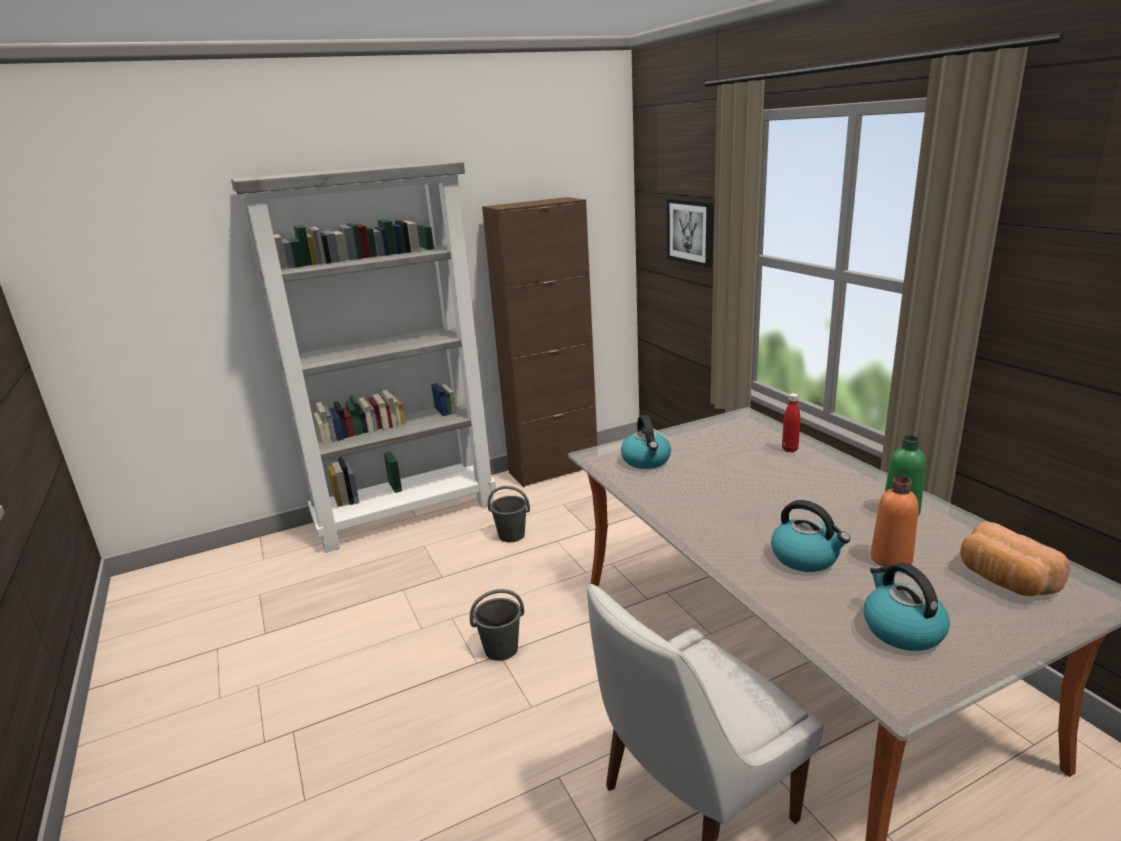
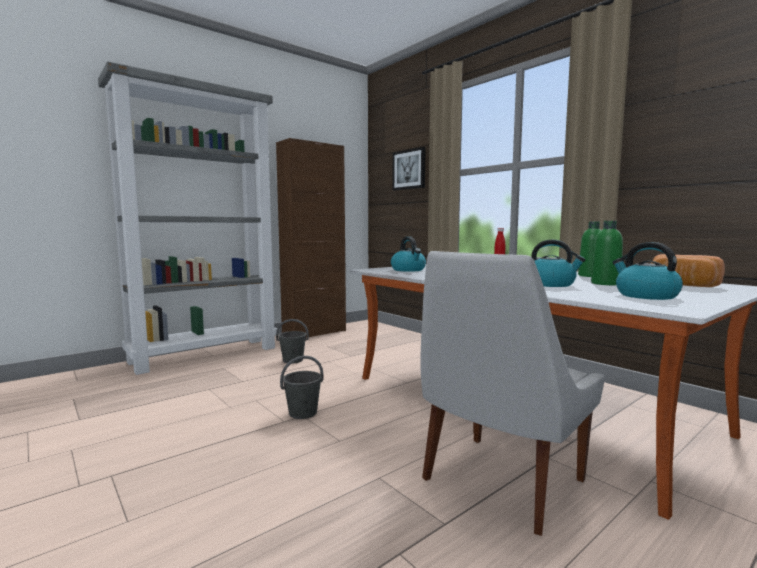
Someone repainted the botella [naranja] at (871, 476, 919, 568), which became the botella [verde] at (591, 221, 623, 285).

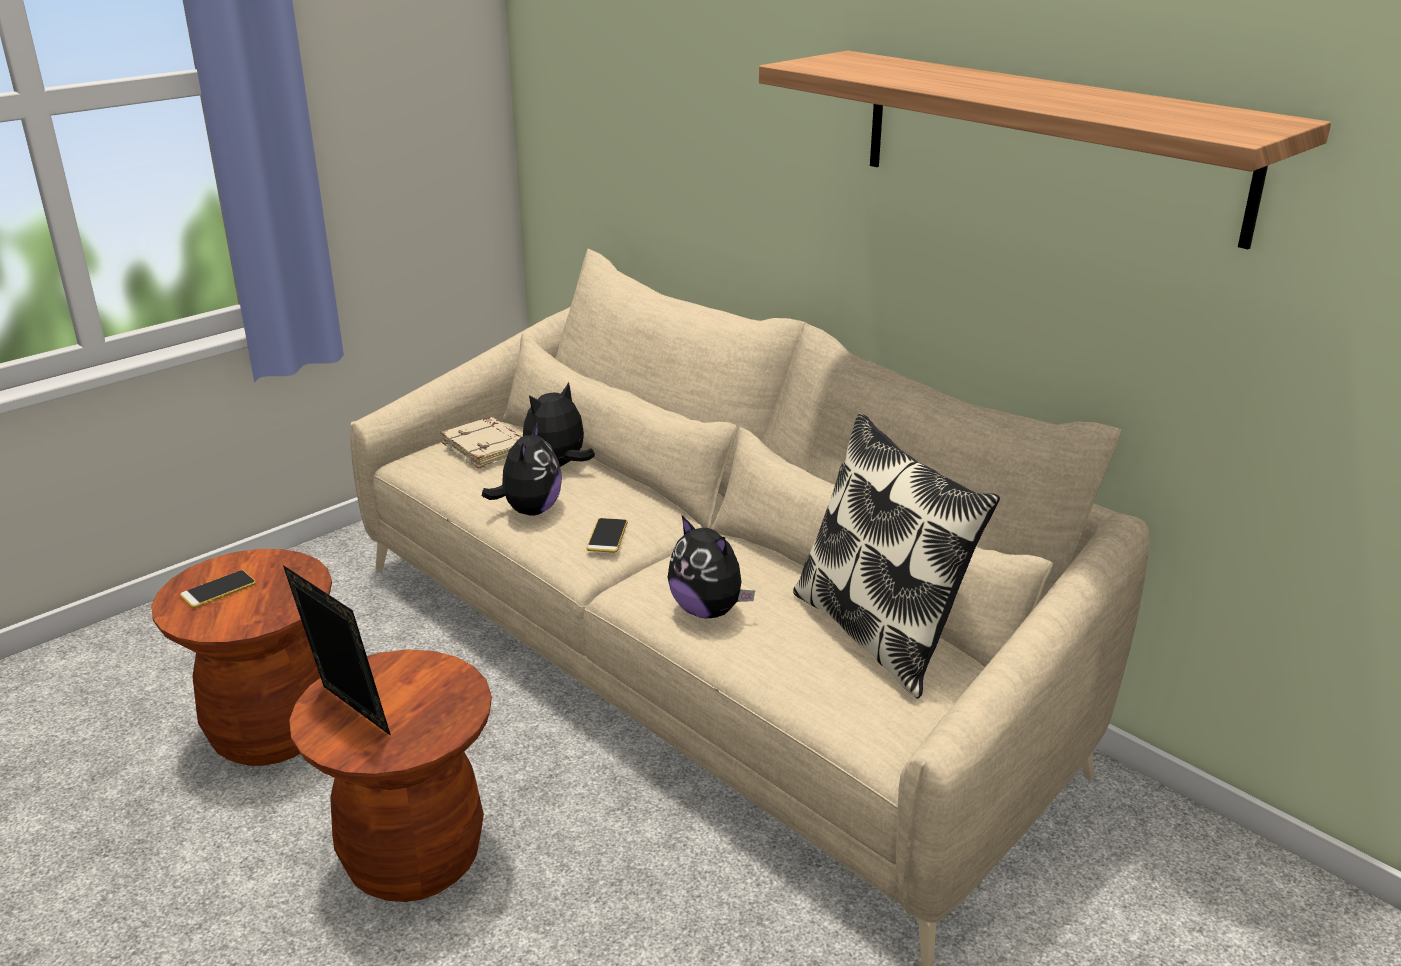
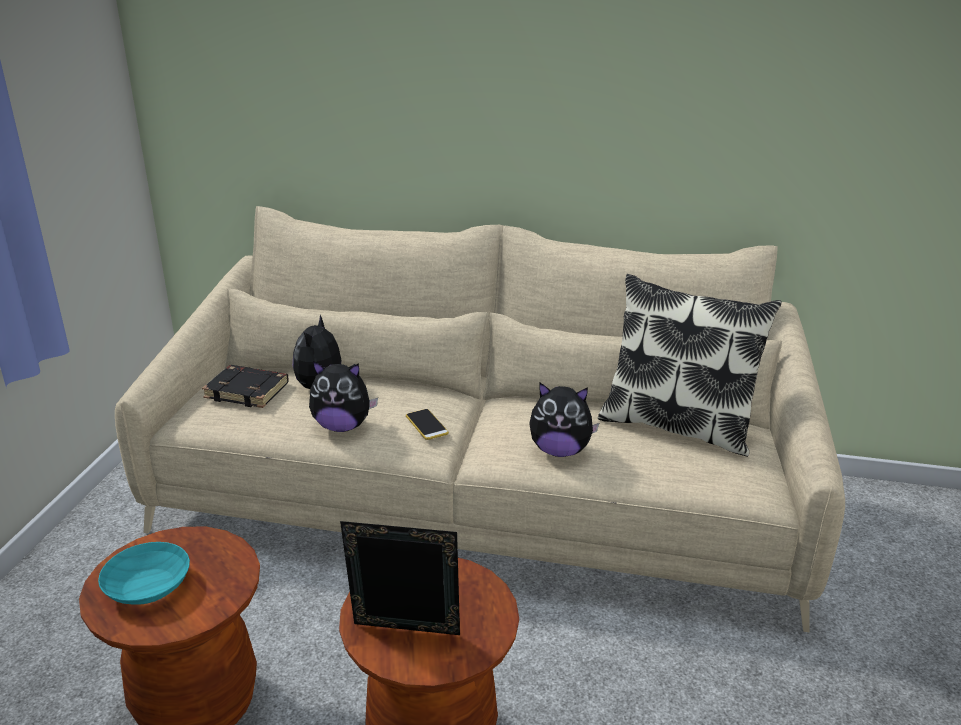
Someone took away the estante at (759, 50, 1331, 249). Someone swapped the móvil at (180, 570, 256, 608) for the cuenco [turquesa] at (98, 542, 190, 605). Someone repainted the libro [beis] at (441, 417, 522, 469), which became the libro [negro] at (202, 365, 289, 408). Someone rotated the peluche at (482, 421, 562, 516) by 120 degrees clockwise.

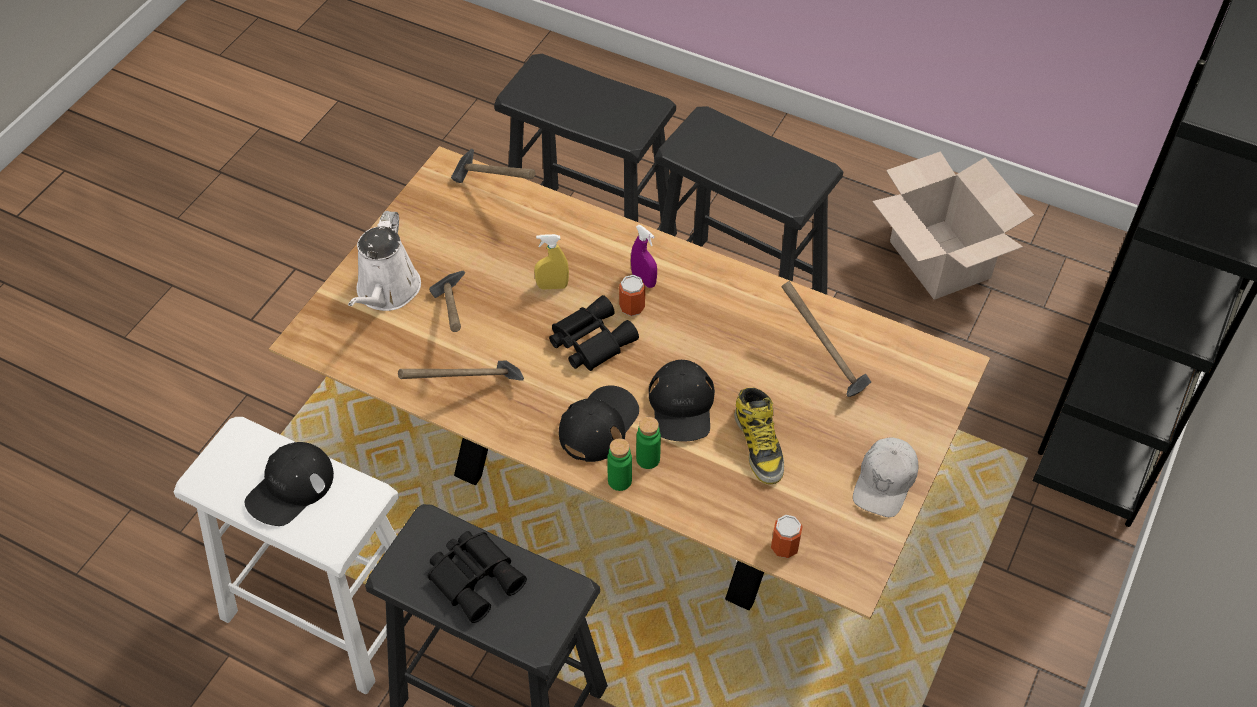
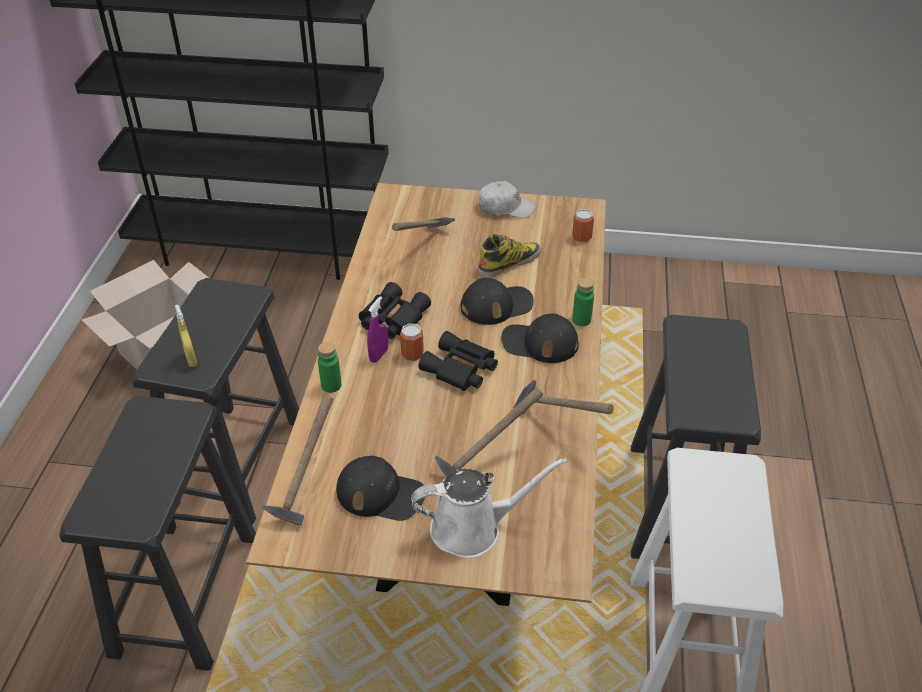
Someone carried the gorra [negro] from (245, 442, 334, 526) to (336, 456, 425, 521). Someone carried the prismáticos [negro] from (428, 531, 527, 623) to (359, 282, 431, 339). Someone carried the pulverizador [amarillo] from (534, 234, 569, 289) to (175, 304, 197, 367). Someone carried the botella [verde] from (636, 417, 661, 469) to (318, 342, 341, 393).

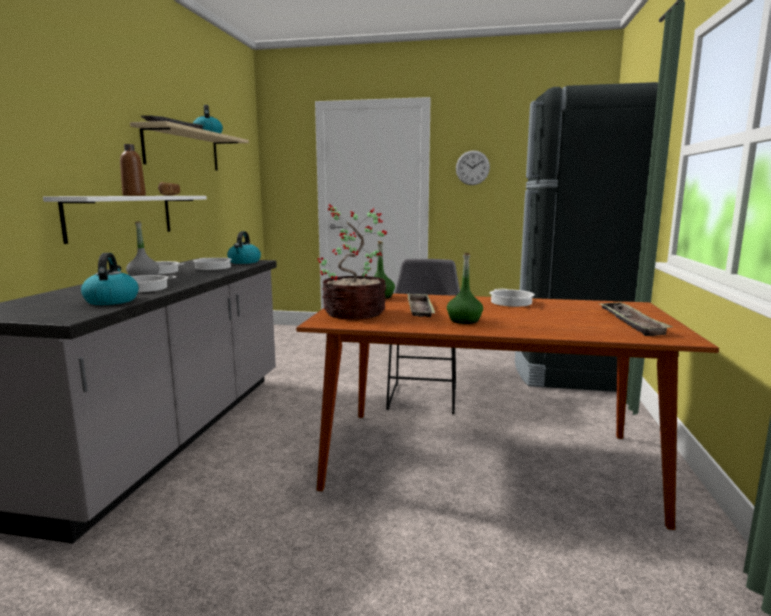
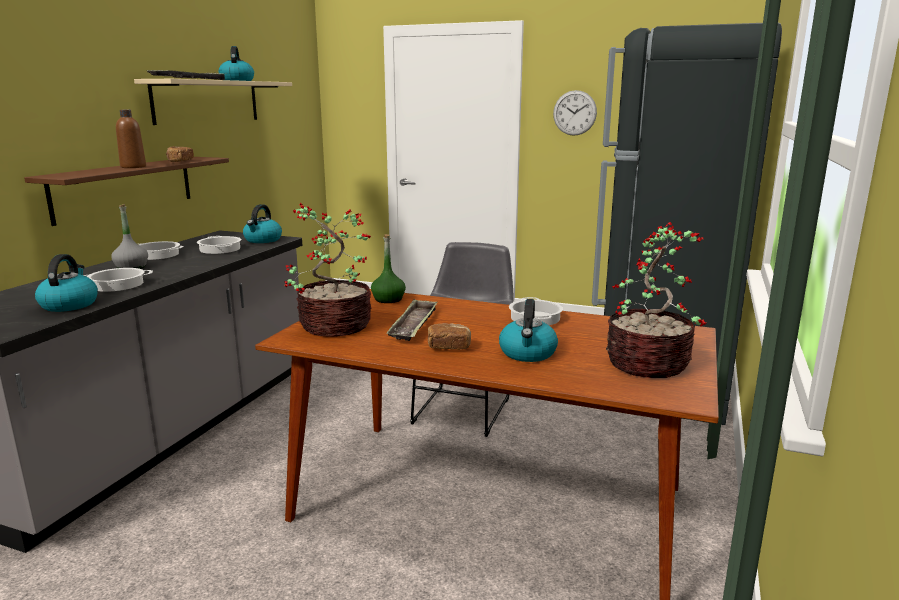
Someone put down the hervidor at (499, 299, 558, 362). Someone swapped the botella [verde] at (447, 252, 483, 324) for the pan at (428, 323, 471, 350). Someone swapped the bandeja at (598, 302, 672, 336) for the planta en maceta at (606, 222, 706, 378). Someone repainted the estante [blanco] at (43, 196, 207, 244), which became the estante [marrón] at (24, 157, 229, 226).

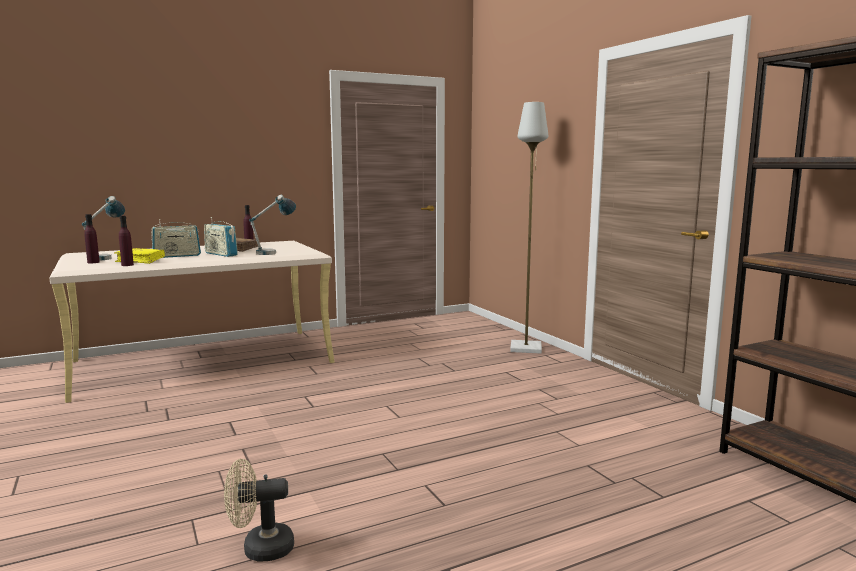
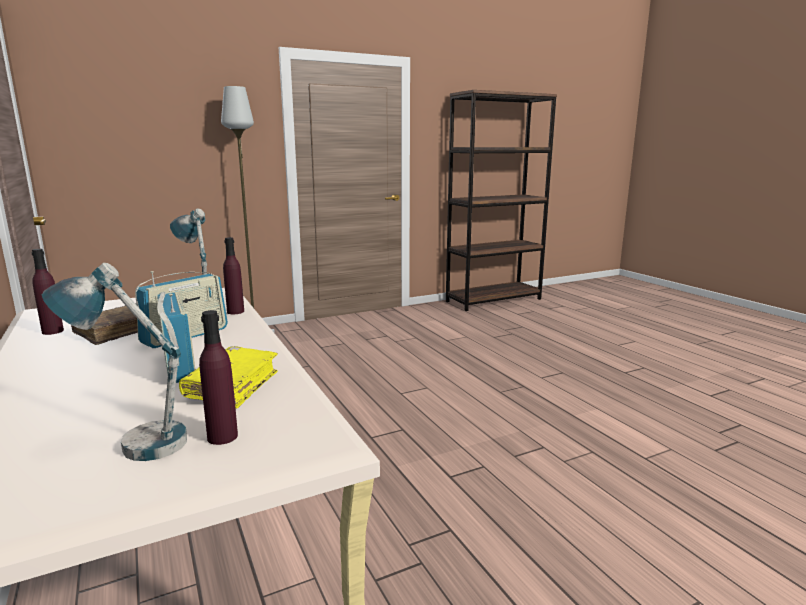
Someone took away the ventilador [beis] at (224, 459, 294, 562). Someone carried the botella [morado] from (119, 216, 134, 266) to (223, 237, 244, 314).

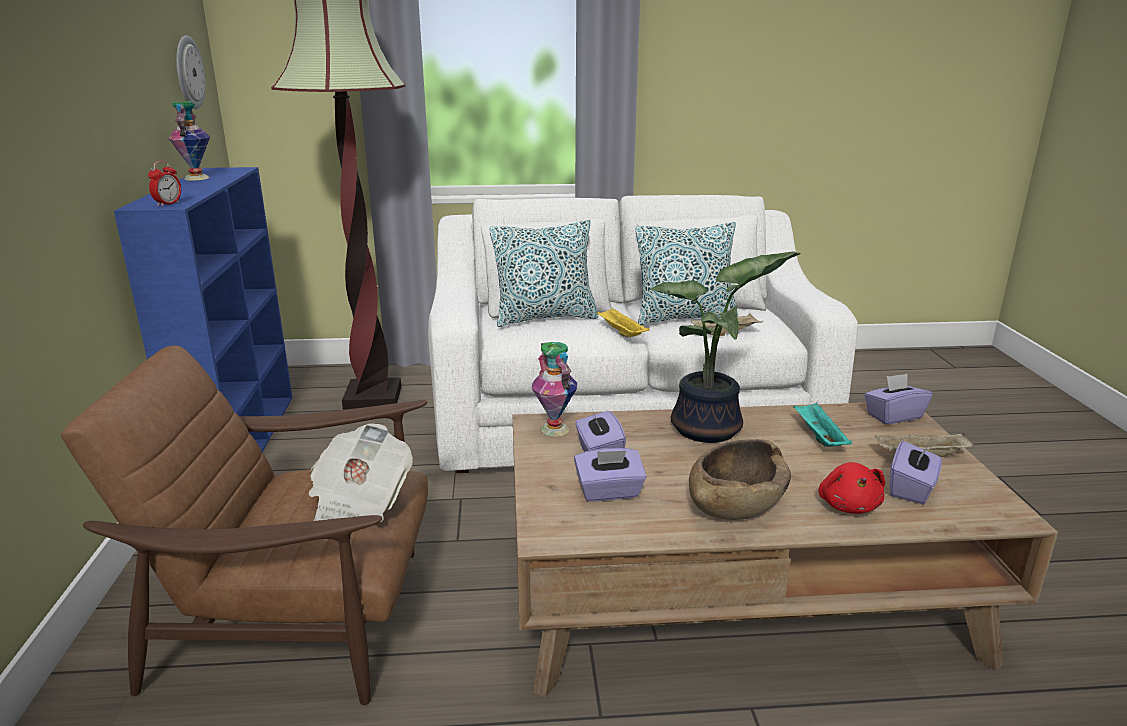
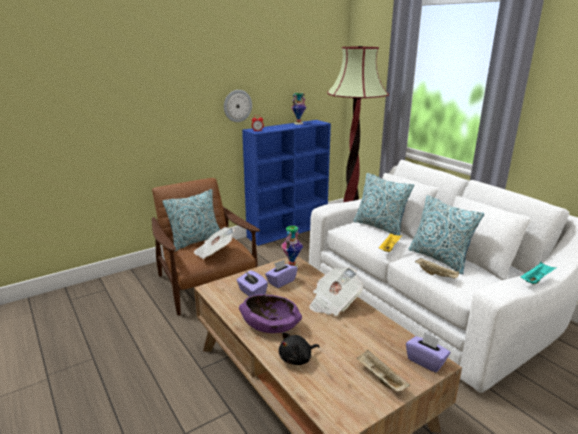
Someone took away the caja de pañuelos [morado] at (890, 441, 942, 504). Someone put down the cojín at (163, 189, 220, 251). Someone carried the reloj de pared from (176, 35, 205, 109) to (224, 90, 252, 122). Someone carried the bandeja [turquesa] from (793, 402, 852, 447) to (520, 262, 557, 284). Someone swapped the planta en maceta at (650, 251, 801, 443) for the periódico at (309, 267, 363, 316). Someone repainted the cuenco [marrón] at (689, 439, 791, 520), which became the cuenco [morado] at (239, 294, 302, 333). Someone repainted the peluche [rojo] at (819, 462, 885, 514), which became the peluche [negro] at (279, 332, 319, 365).

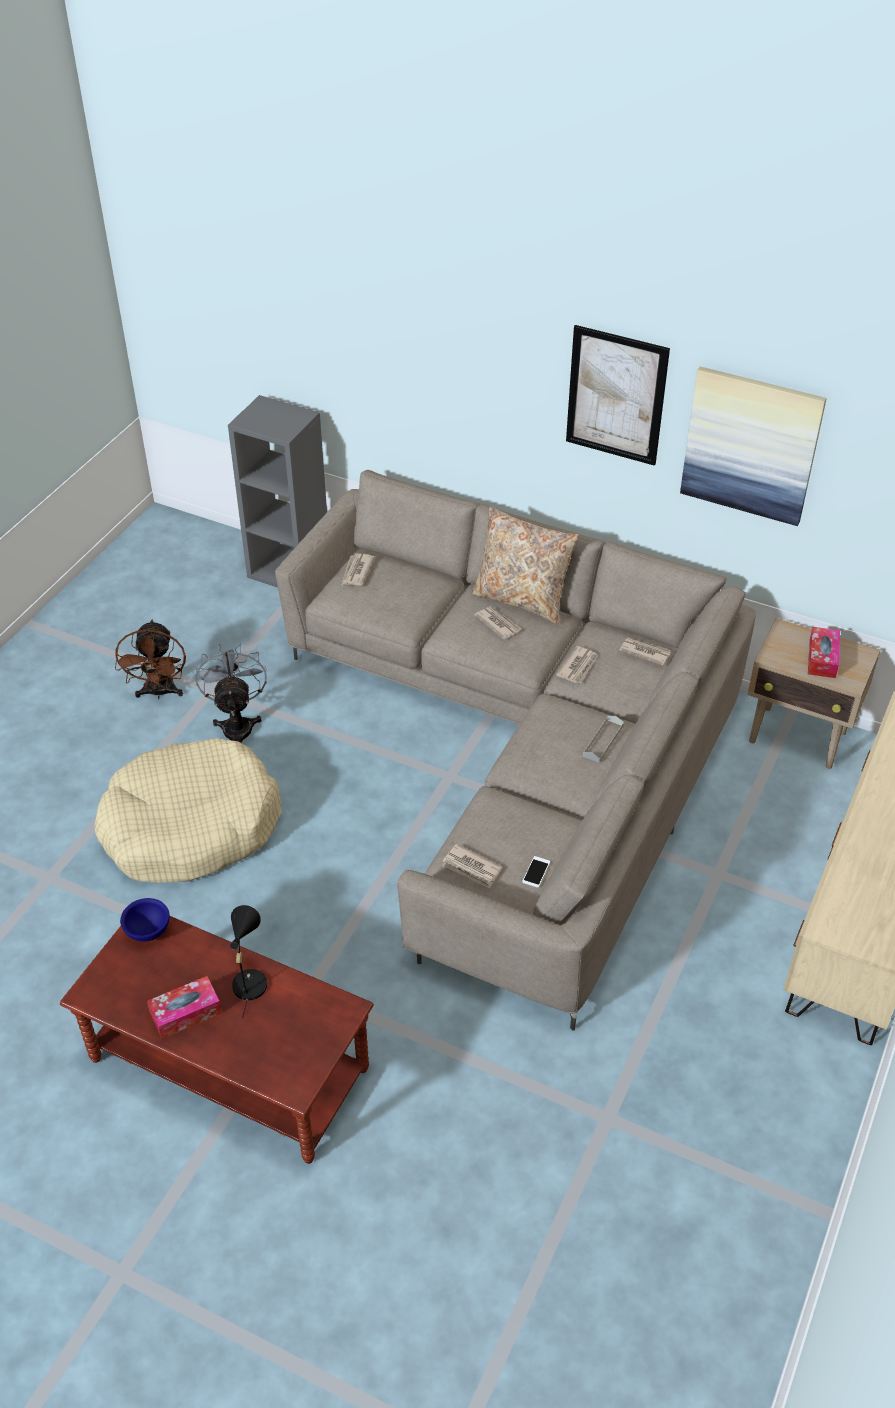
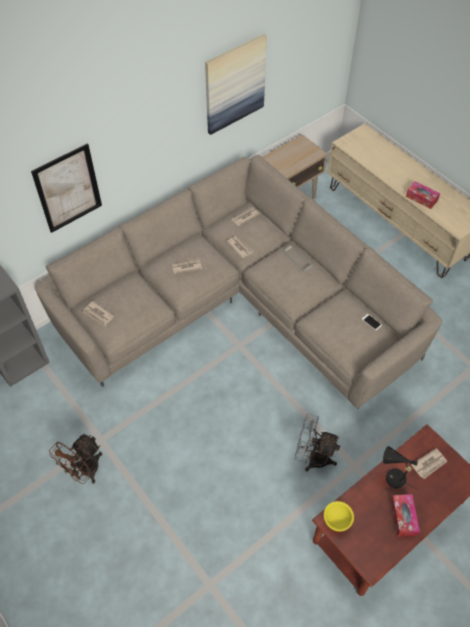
Someone took away the cama para perro [beis] at (95, 738, 282, 883). Someone took away the cojín [beis] at (471, 507, 579, 624). Someone carried the ventilador [gris] from (196, 643, 267, 743) to (295, 414, 340, 471). Someone carried the periódico from (442, 844, 502, 888) to (411, 448, 448, 479). Someone carried the cuadro from (566, 325, 670, 466) to (31, 143, 102, 233). Someone carried the caja de pañuelos from (808, 627, 840, 678) to (406, 181, 440, 209). Someone repainted the cuenco [azul] at (120, 898, 170, 942), which became the cuenco [amarillo] at (324, 501, 354, 532). Someone rotated the ventilador [marrón] at (115, 620, 186, 699) by 105 degrees clockwise.

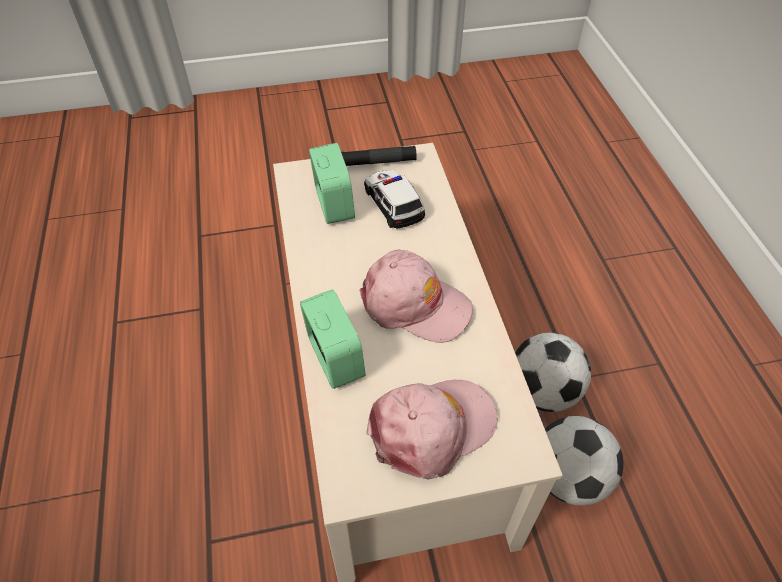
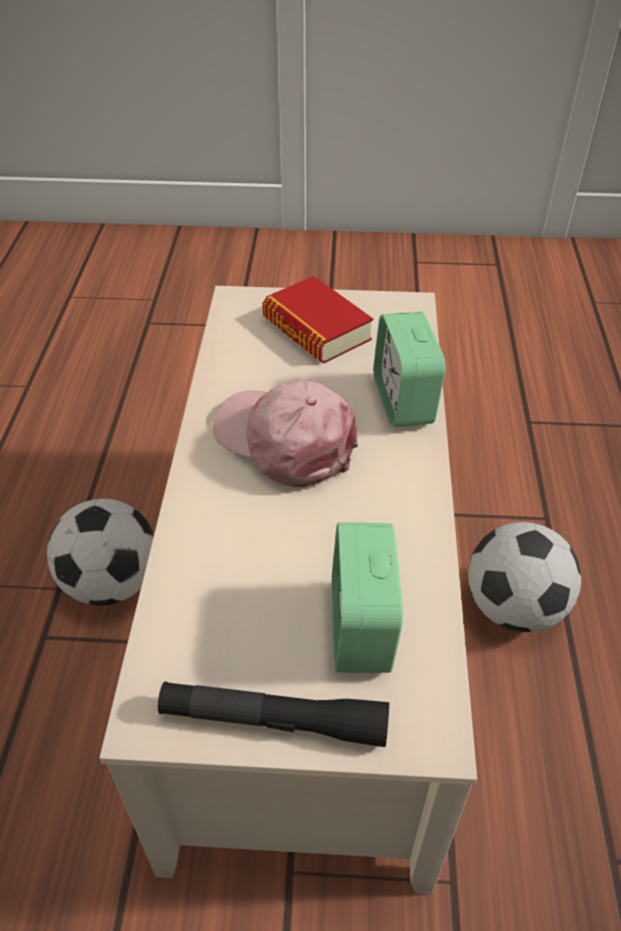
Someone took away the coche de juguete at (364, 170, 425, 228). Someone carried the balón de fútbol from (545, 416, 624, 505) to (468, 522, 581, 632). Someone swapped the gorra [rosa] at (366, 380, 498, 479) for the libro at (262, 276, 373, 363).

